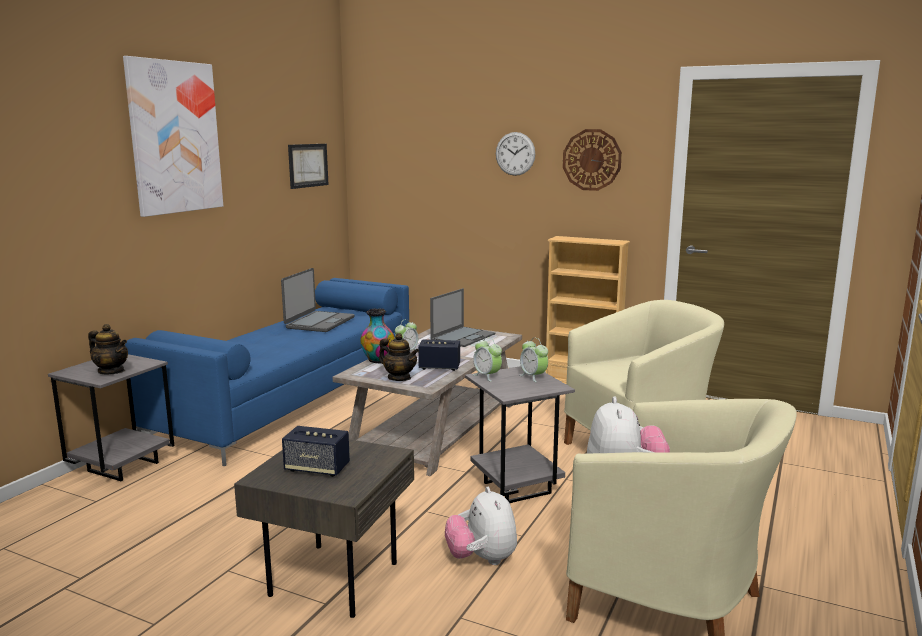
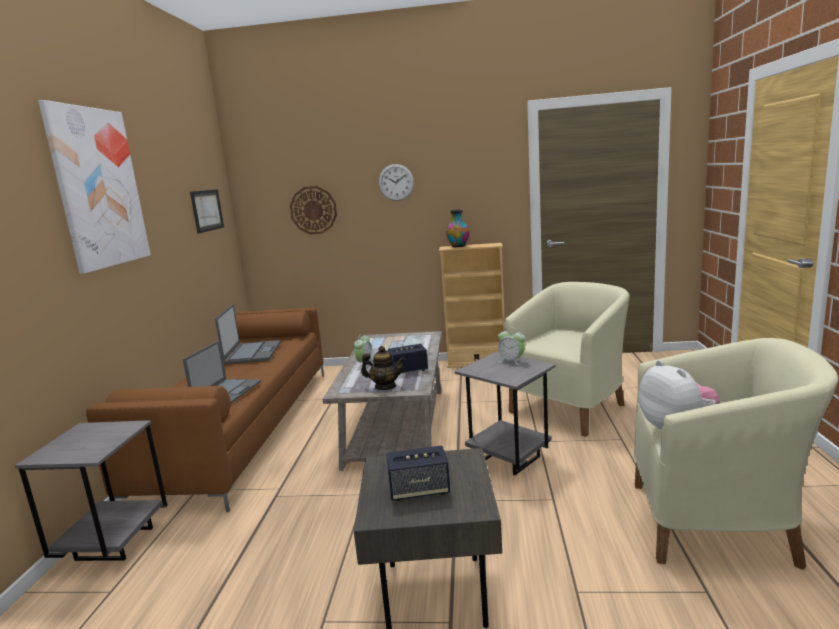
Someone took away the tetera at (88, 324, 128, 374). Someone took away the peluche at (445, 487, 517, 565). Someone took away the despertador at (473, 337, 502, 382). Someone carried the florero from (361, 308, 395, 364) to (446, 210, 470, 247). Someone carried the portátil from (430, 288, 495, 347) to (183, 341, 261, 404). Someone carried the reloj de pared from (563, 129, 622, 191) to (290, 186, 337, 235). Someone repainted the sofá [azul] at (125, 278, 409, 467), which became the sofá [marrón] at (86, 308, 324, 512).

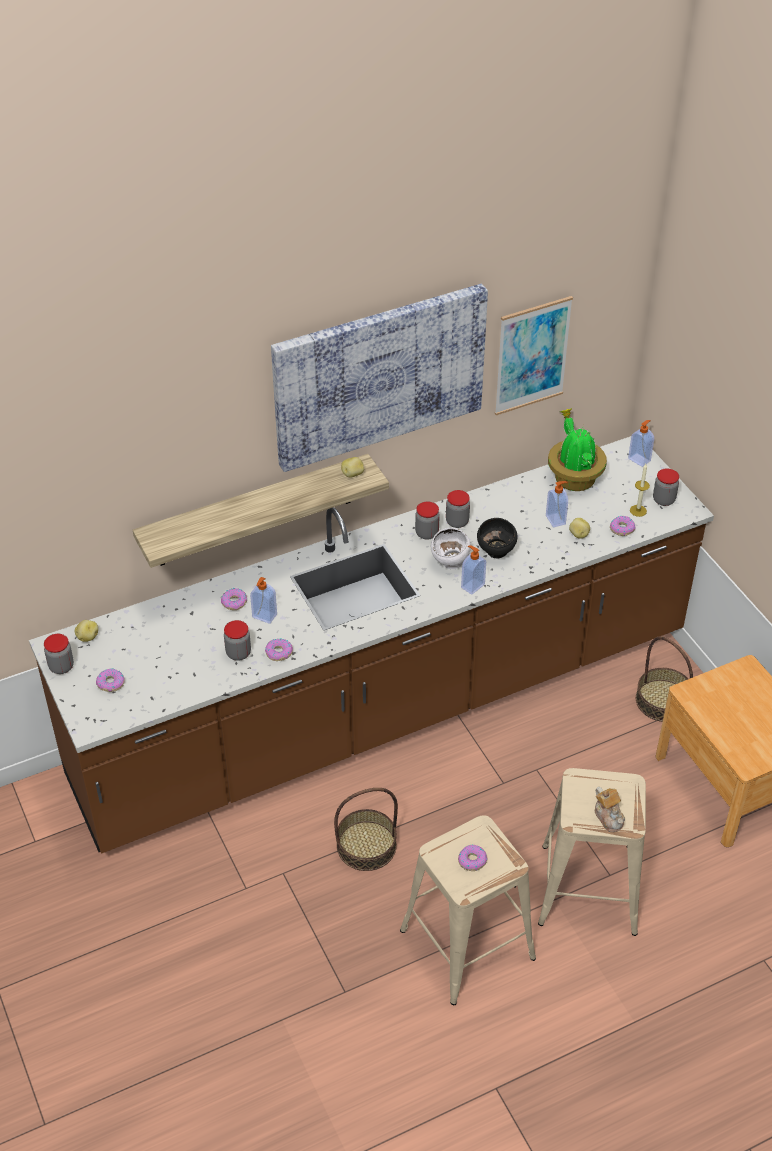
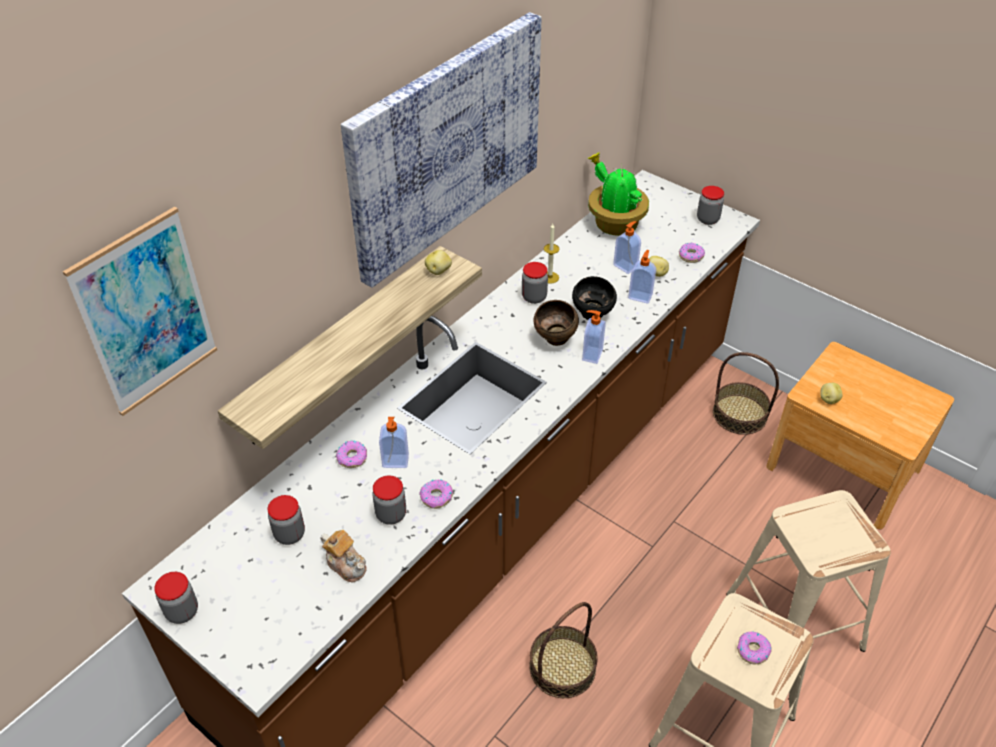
Someone took away the rosquilla at (96, 668, 125, 692). Someone carried the patata from (75, 620, 98, 642) to (820, 383, 843, 404). Someone carried the tarro from (415, 501, 440, 540) to (267, 495, 305, 545). Someone carried the cuadro from (495, 296, 573, 415) to (63, 206, 217, 416). Someone carried the tetera from (595, 787, 625, 832) to (321, 530, 367, 582). Someone carried the dispensador de jabón from (628, 420, 654, 467) to (628, 250, 656, 304). Someone carried the vela from (630, 464, 650, 517) to (544, 224, 559, 284). Someone repainted the cuenco [blanco] at (431, 528, 471, 569), which became the cuenco [marrón] at (534, 300, 579, 346).

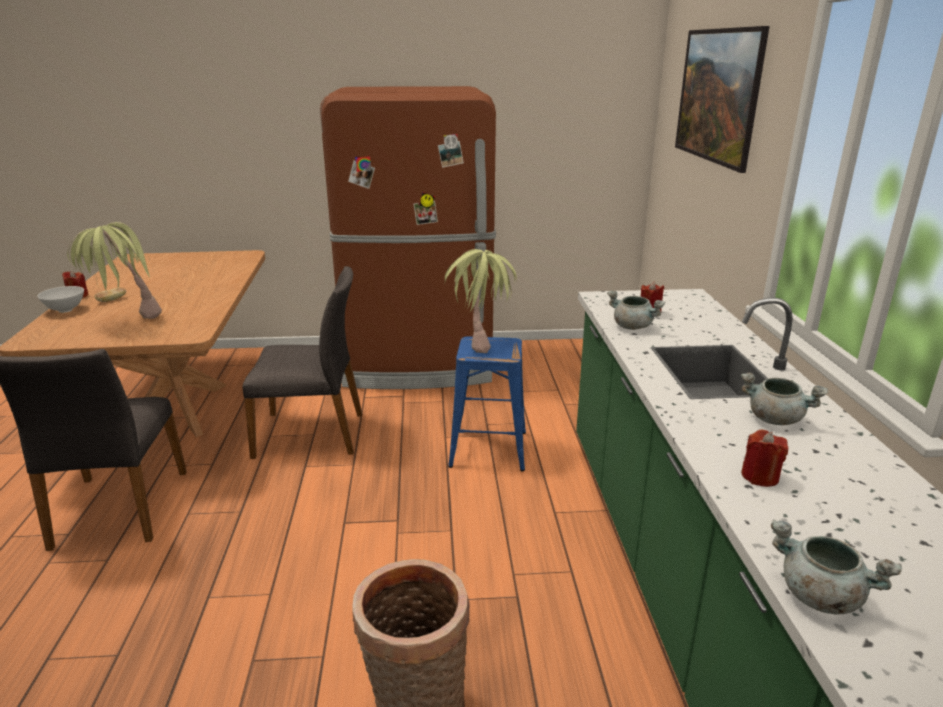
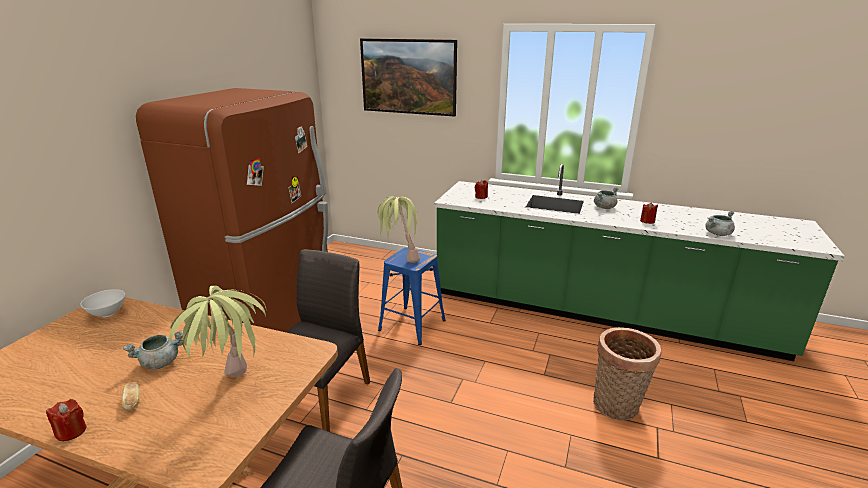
Someone carried the cuenco [blanco] from (37, 286, 84, 313) to (80, 289, 125, 317). Someone carried the olla [gris] from (607, 290, 666, 330) to (123, 331, 183, 370).

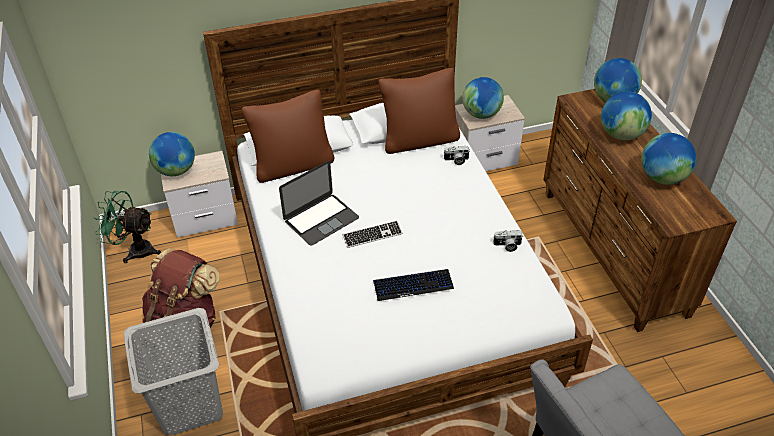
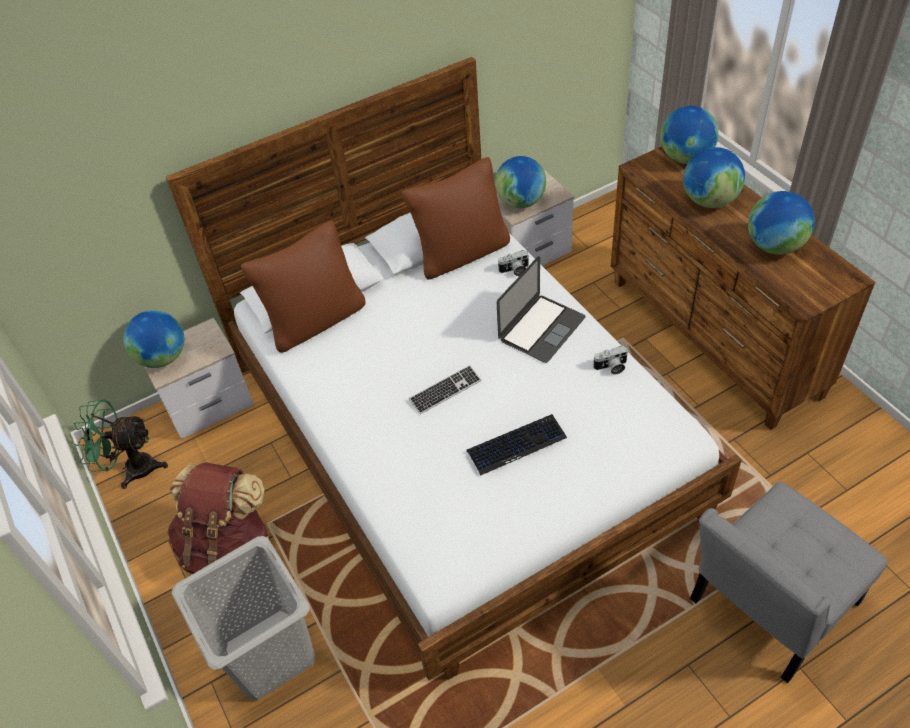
Someone carried the portátil from (279, 161, 359, 246) to (497, 256, 586, 363).

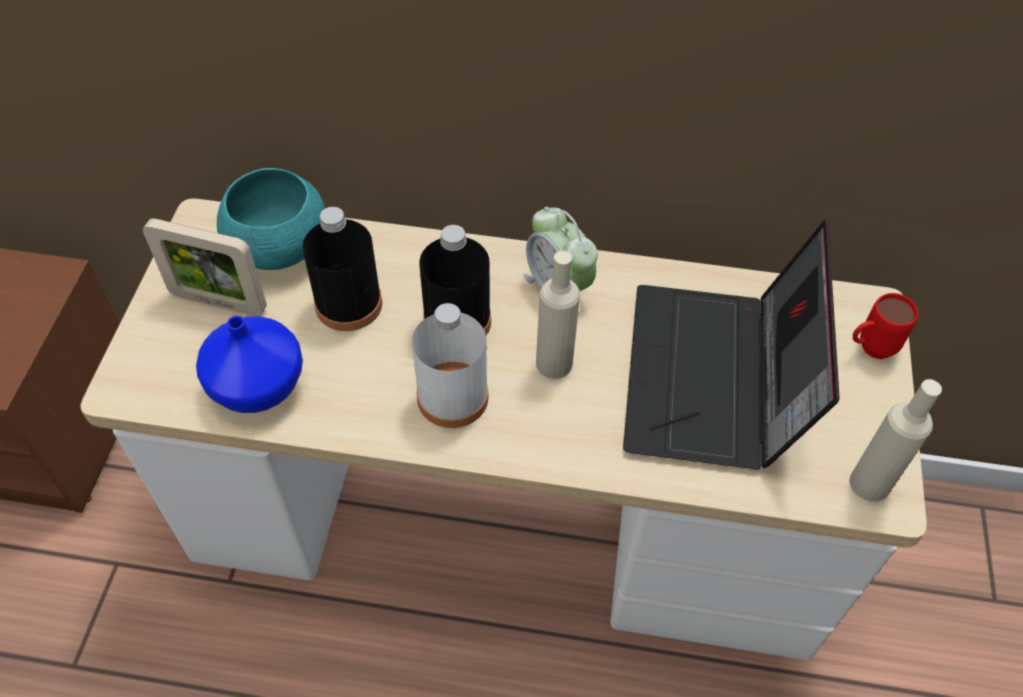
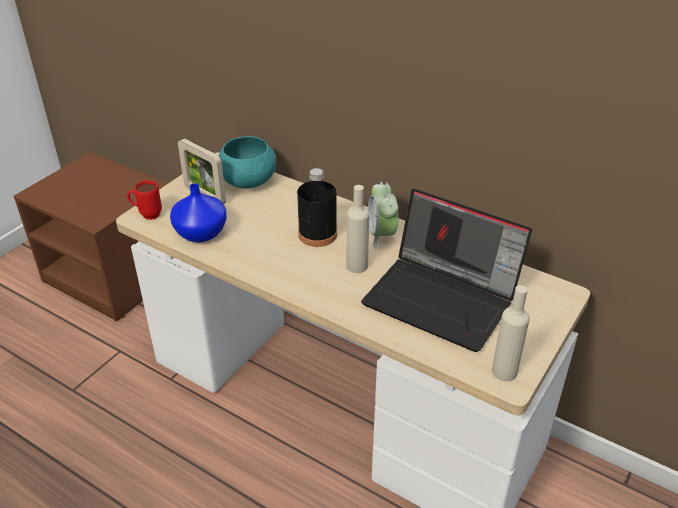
Someone took away the botella [negro] at (302, 207, 382, 331). Someone took away the botella [blanco] at (412, 303, 488, 428). Someone carried the taza grande [rojo] from (853, 293, 919, 359) to (127, 181, 162, 220). Someone rotated the portátil at (623, 220, 839, 470) by 90 degrees counterclockwise.

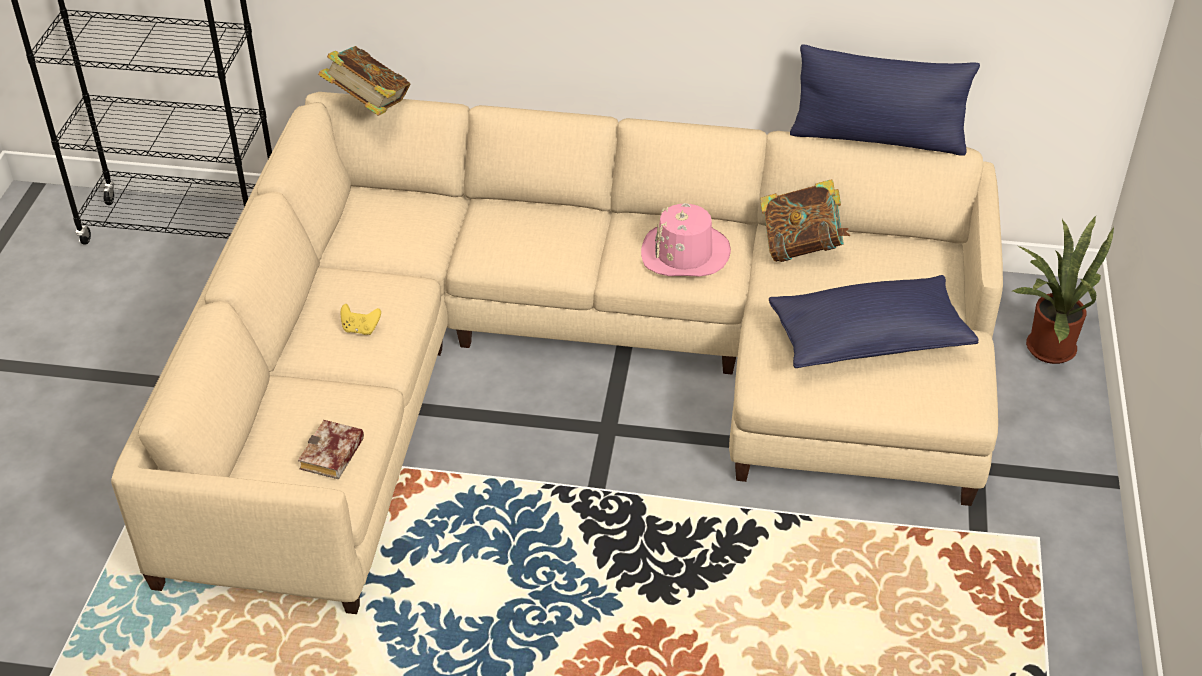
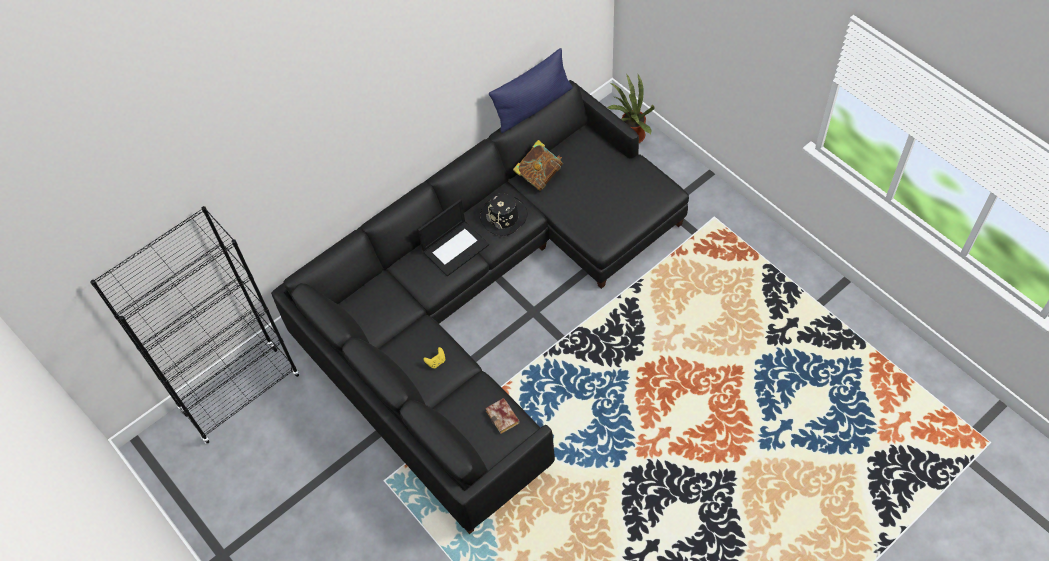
Someone took away the libro at (318, 46, 410, 116). Someone took away the cojín [azul] at (769, 275, 978, 368). Someone put down the portátil at (418, 199, 489, 276). Someone repainted the sofá [beis] at (111, 92, 1003, 614), which became the sofá [negro] at (271, 80, 689, 534). Someone repainted the sombrero [rosa] at (641, 203, 731, 276), which became the sombrero [negro] at (480, 193, 528, 236).

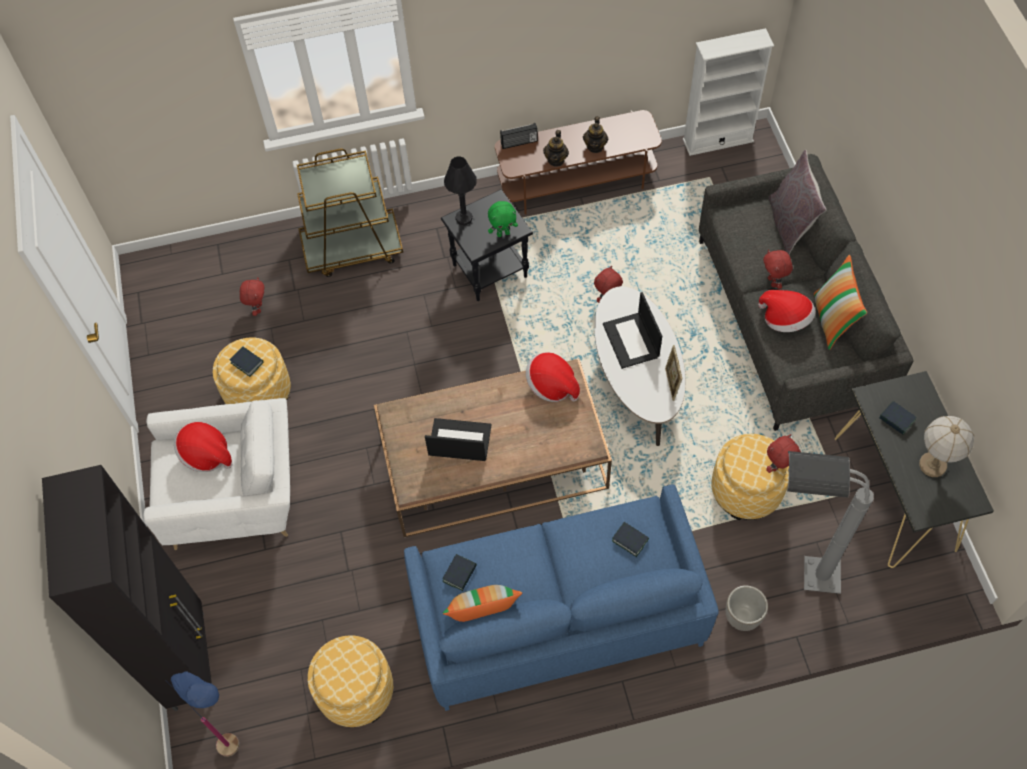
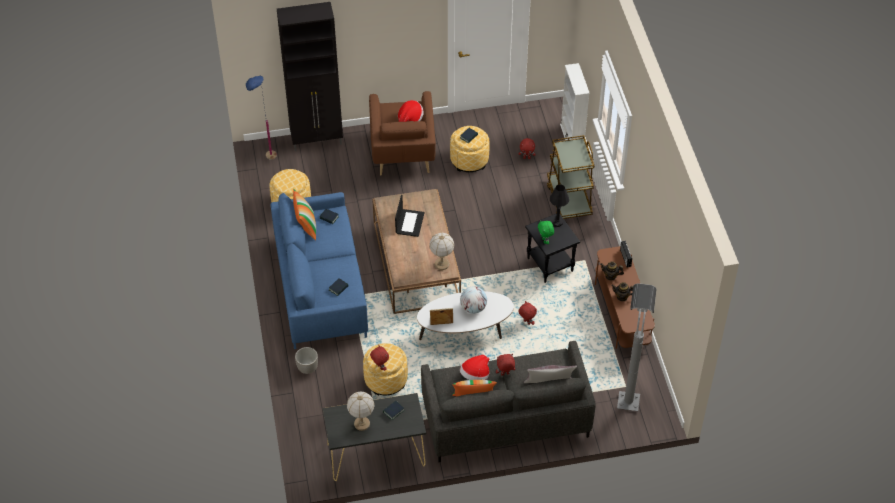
Someone carried the estantería [blanco] from (683, 28, 774, 156) to (560, 63, 590, 140). Someone carried the lámpara de pie [gris] from (787, 451, 874, 594) to (617, 283, 657, 411). Someone swapped the sombrero at (526, 352, 580, 402) for the lámpara de mesa at (429, 233, 454, 270). Someone swapped the portátil at (603, 292, 662, 369) for the globo terráqueo at (460, 286, 487, 314). Someone repainted the sillón [blanco] at (143, 398, 290, 550), which became the sillón [marrón] at (369, 91, 436, 176).

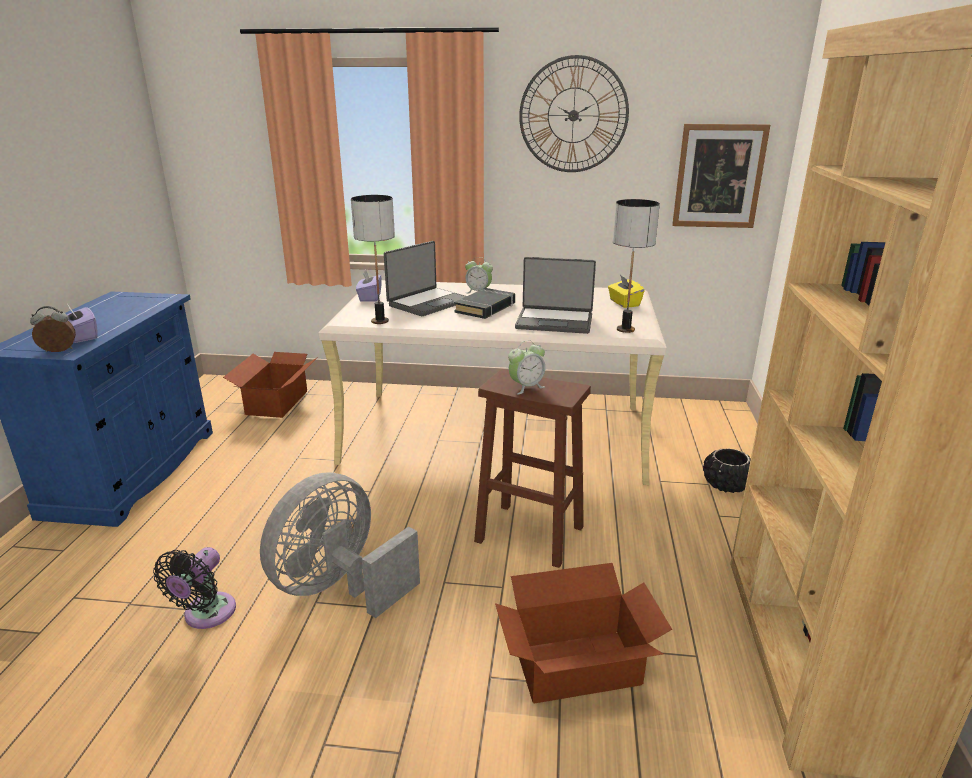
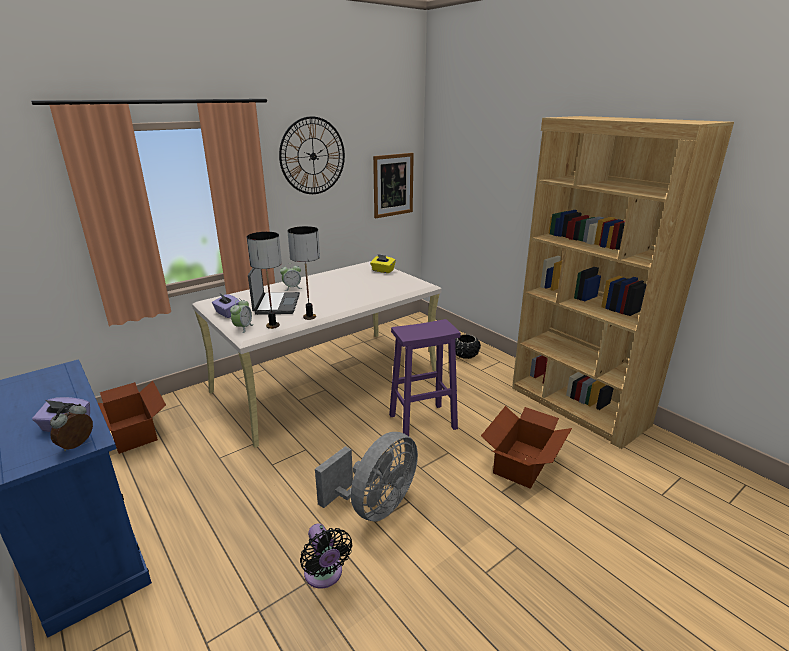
Someone took away the libro [negro] at (454, 288, 515, 319). Someone took away the portátil at (515, 257, 596, 334). Someone carried the despertador from (508, 340, 545, 394) to (230, 299, 254, 333). Someone carried the lámpara de mesa from (613, 199, 660, 333) to (287, 226, 320, 320). Someone repainted the taburete [marrón] at (474, 369, 591, 568), which became the taburete [morado] at (389, 319, 461, 436). Someone rotated the ventilador [gris] at (260, 473, 420, 618) by 135 degrees counterclockwise.

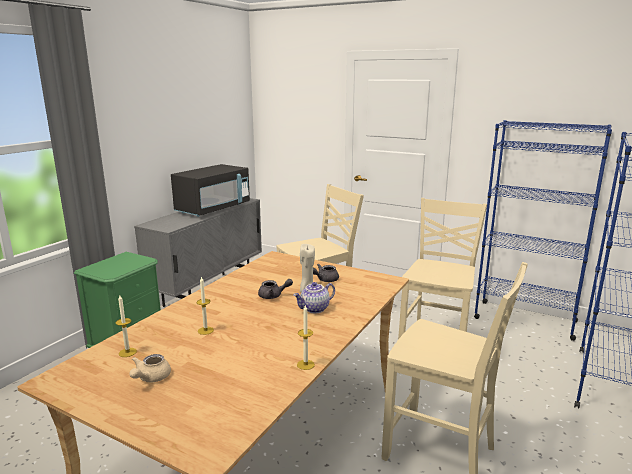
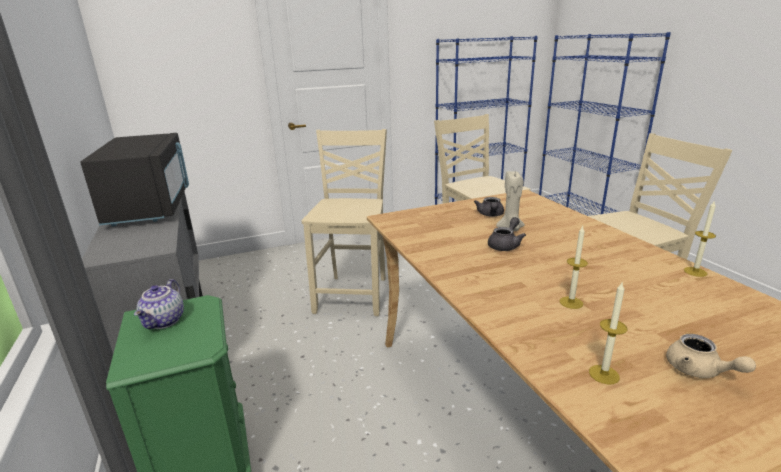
Someone carried the tetera from (293, 282, 335, 313) to (134, 279, 184, 329).

